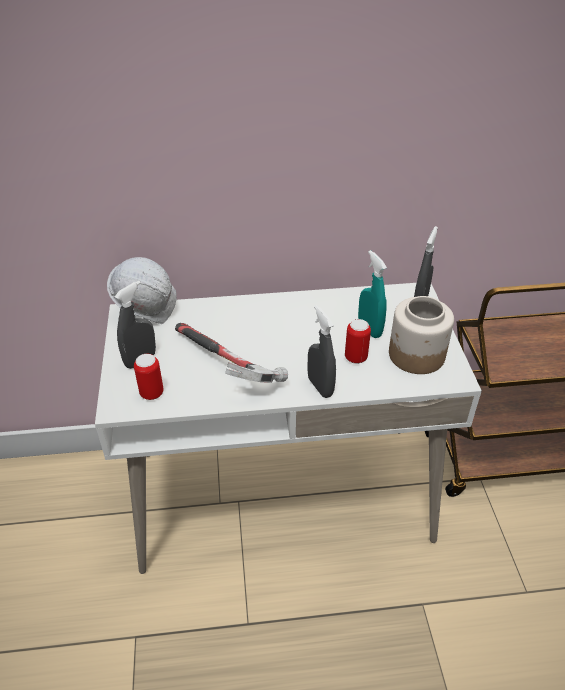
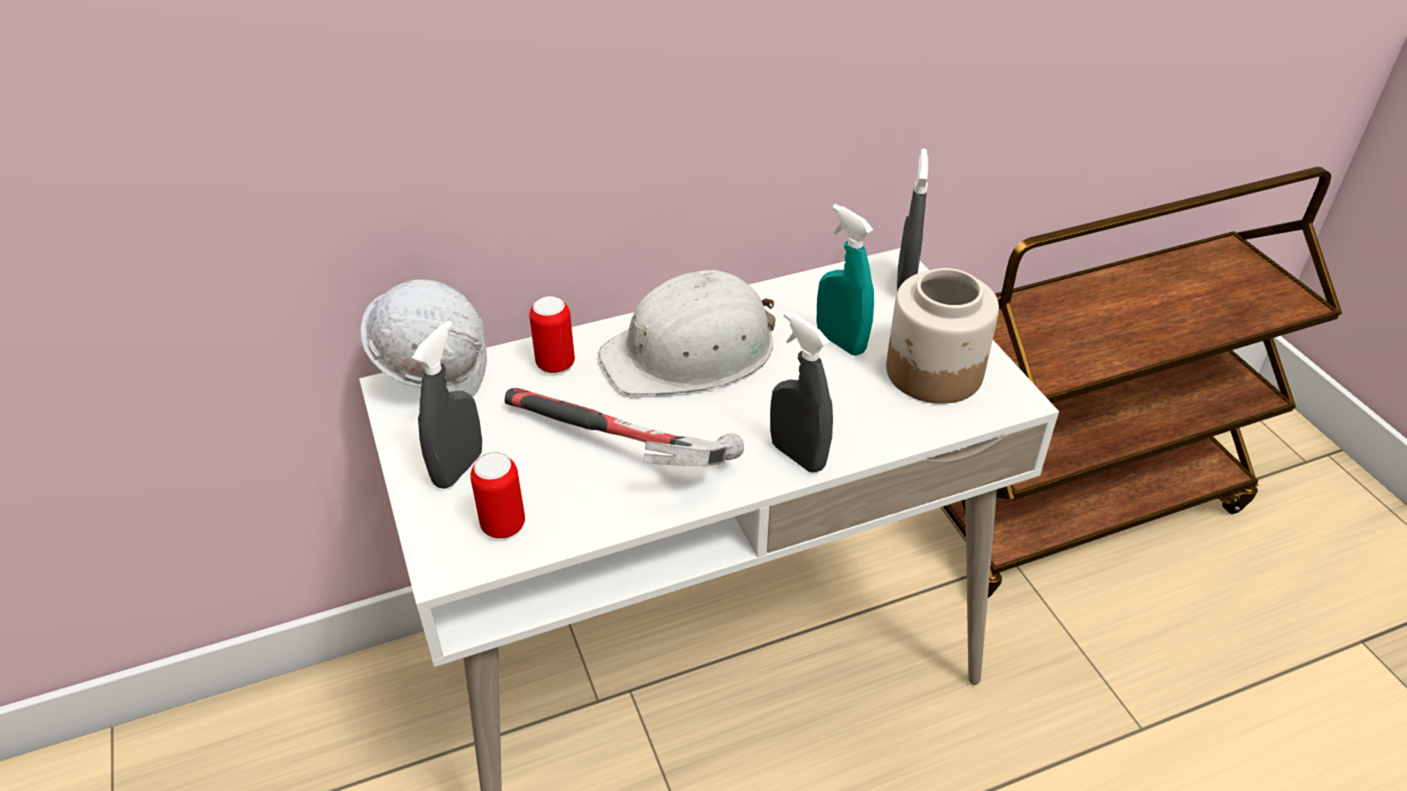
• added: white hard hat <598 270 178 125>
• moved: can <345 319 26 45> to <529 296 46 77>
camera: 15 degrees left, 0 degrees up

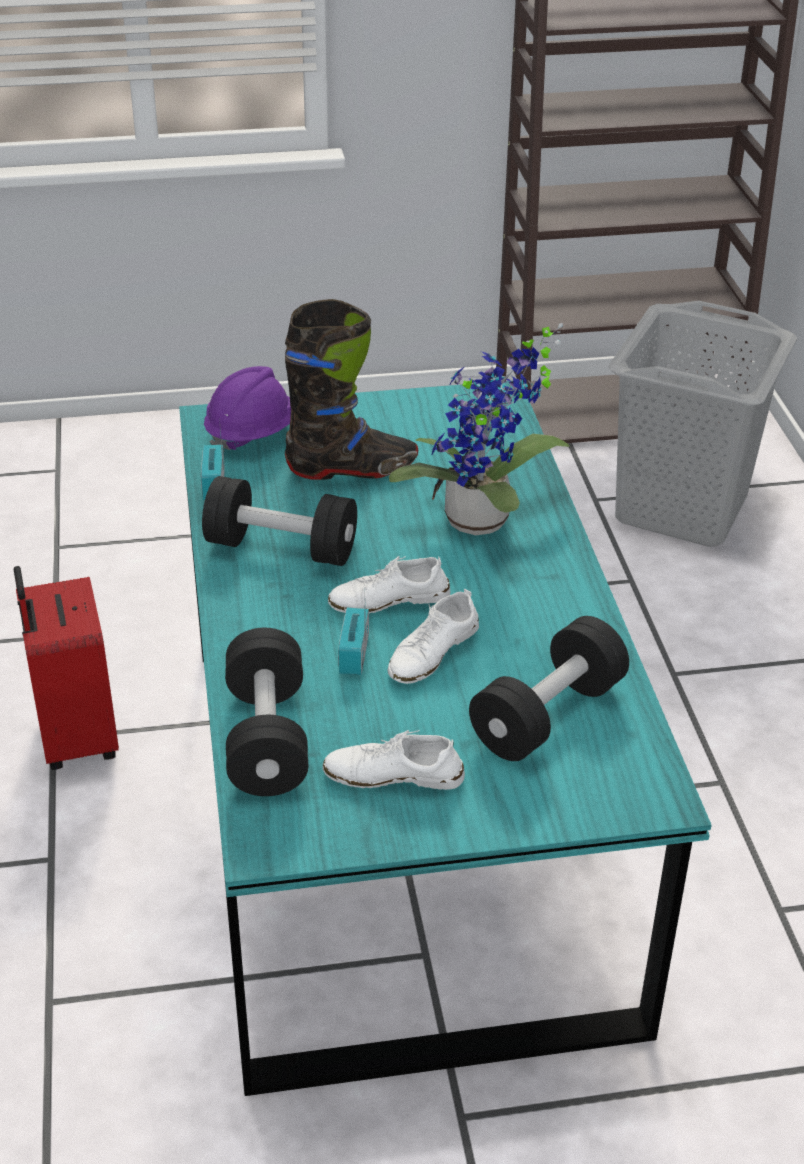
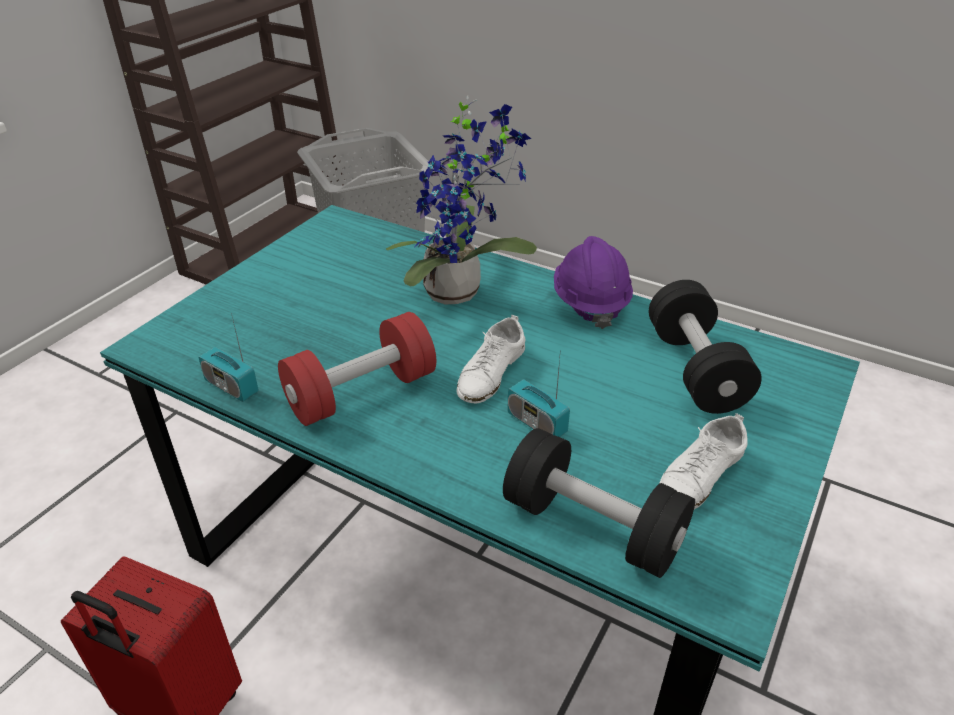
• removed: black boot <285 299 133 181>
• removed: white shoe <387 589 92 95>
• moved: purple hard hat <204 366 87 86> to <554 236 79 93>
• recoloured: black dumbbell <202 476 155 90> to red dumbbell <278 312 158 114>
camera: 50 degrees left, 0 degrees up

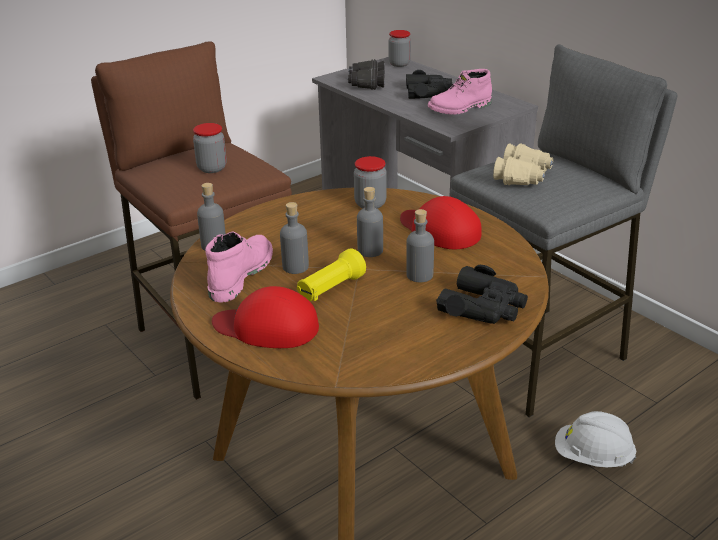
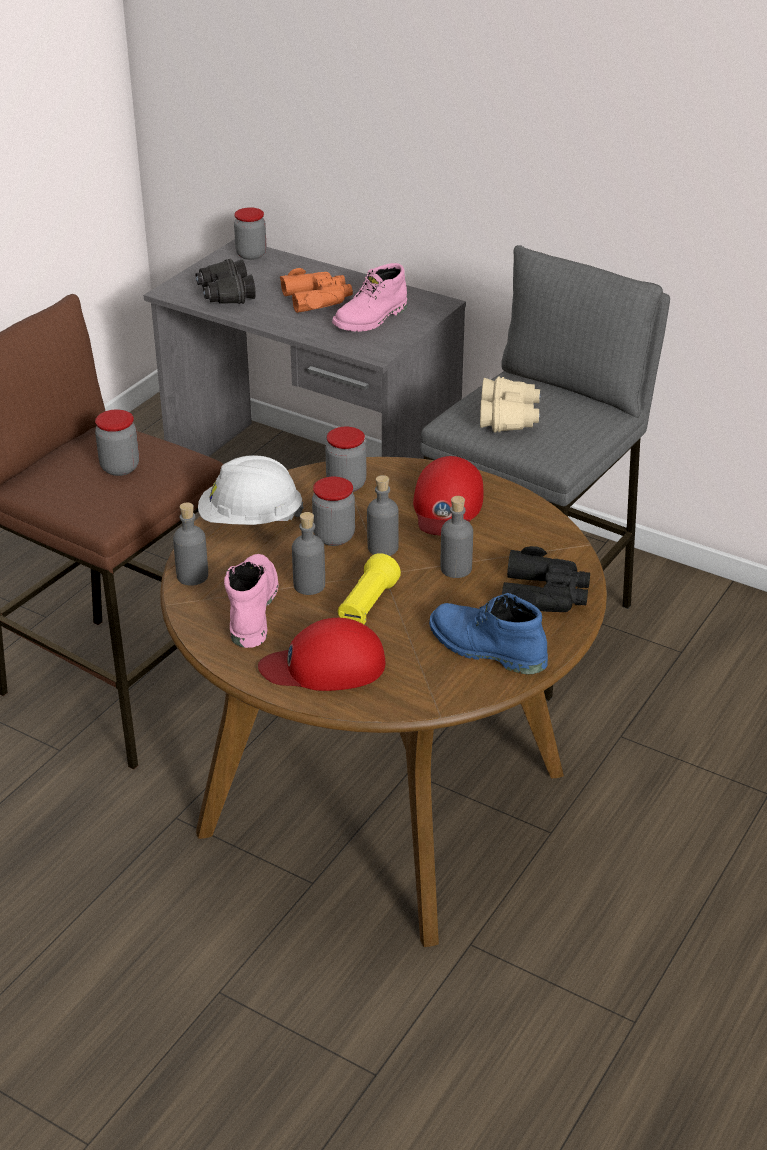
• added: jar <312 477 43 69>
• added: blue boot <429 593 119 81>
• moved: white hard hat <555 411 81 56> to <198 455 106 70>
• recoloured: black binoculars <406 70 47 29> to orange binoculars <280 268 73 45>
• turned: red cap <400 196 81 53> = <413 456 70 80> 105 degrees counterclockwise
camera: 20 degrees left, 5 degrees up

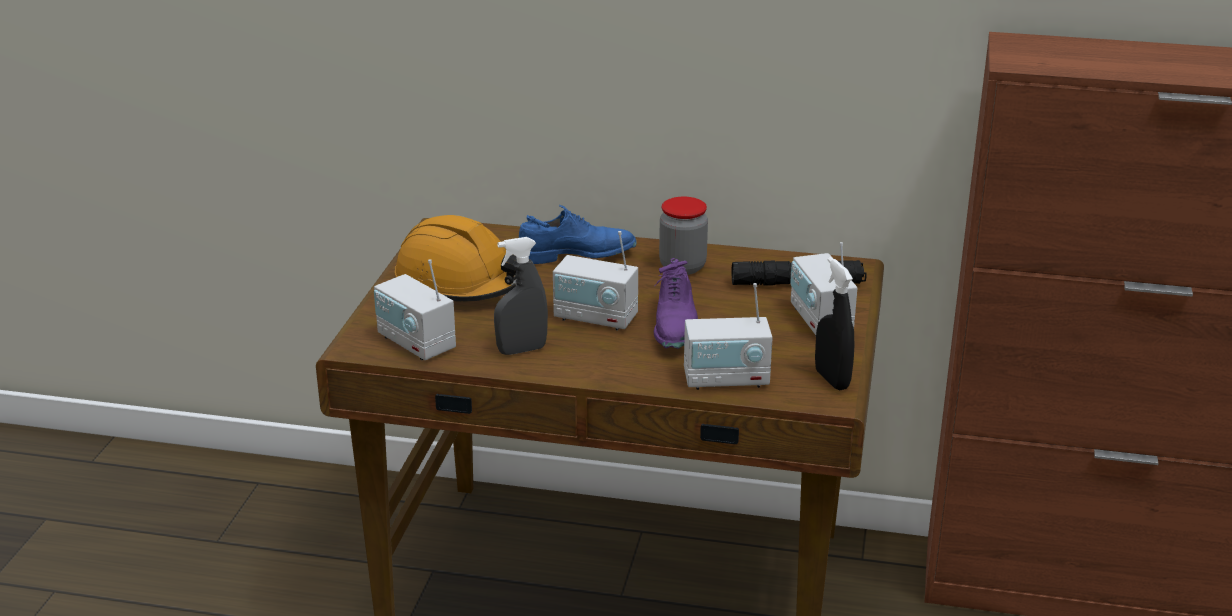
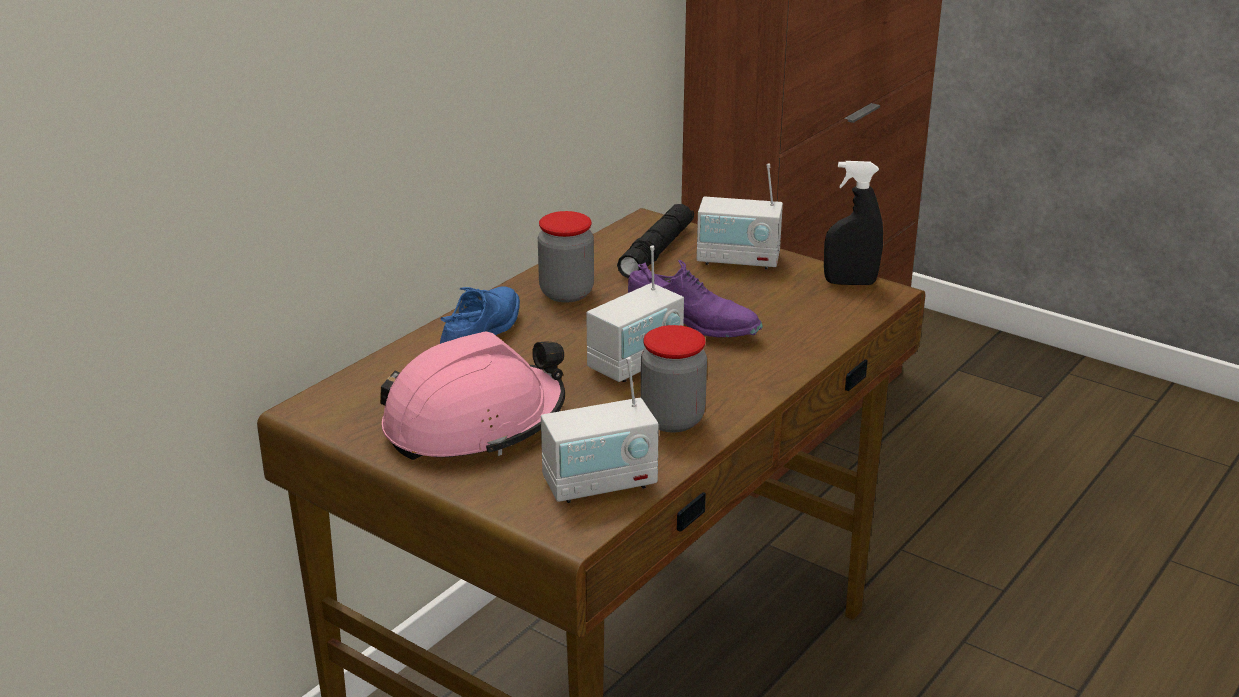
• removed: radio <684 283 88 107>
• replaced: grey spray bottle <494 237 54 118> to jar <641 325 66 107>
• recoloured: orange hard hat <395 215 122 87> to pink hard hat <380 331 185 129>
camera: 65 degrees left, 0 degrees up

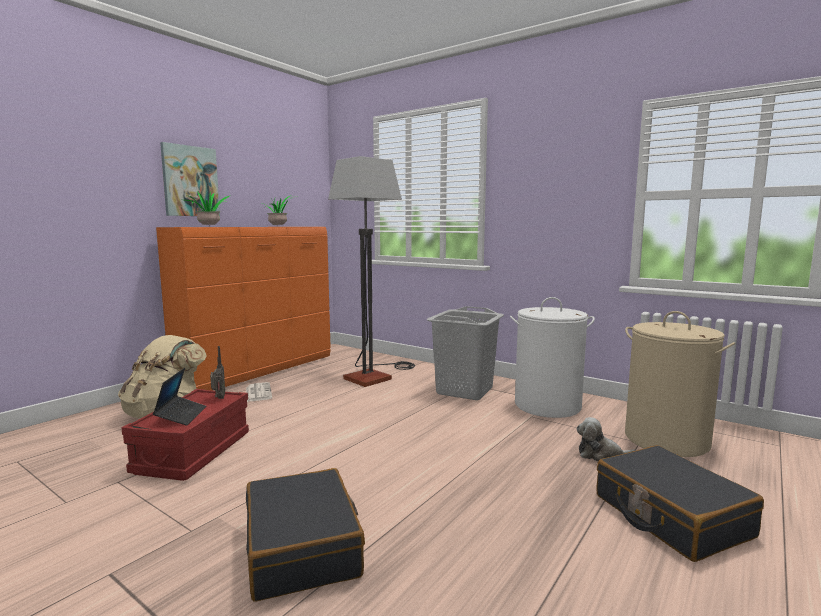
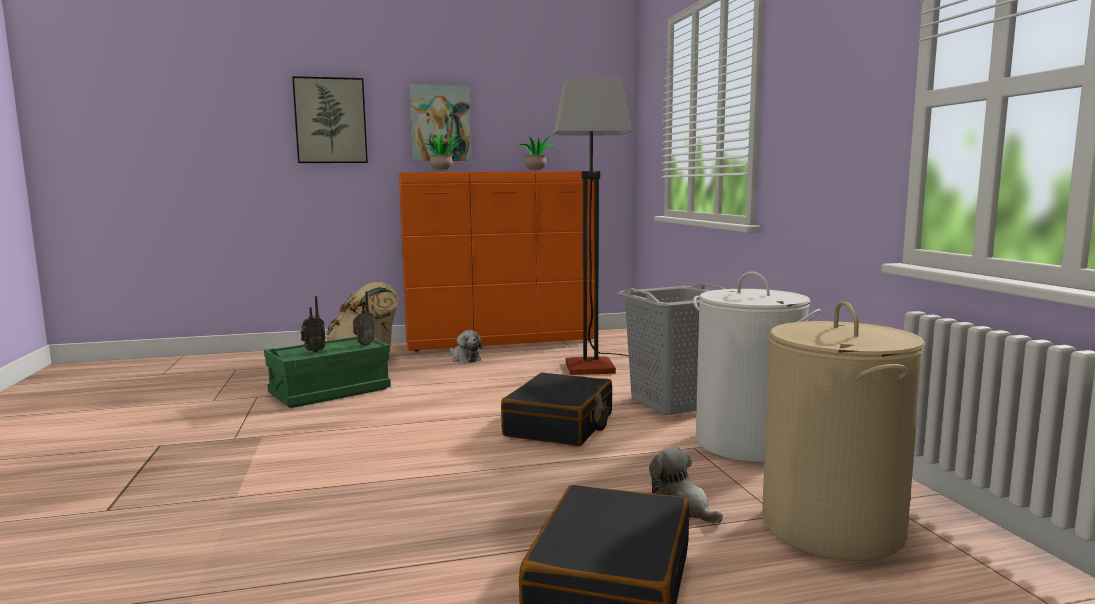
• added: picture <292 76 76 87>
• moved: black suitcase <246 468 119 134> to <501 372 111 75>
• replaced: laptop <153 368 53 58> to radio <300 296 26 56>
• replaced: newspaper <246 382 26 20> to plush toy <450 330 32 33>
• recoloured: red storage box <121 389 128 92> to green storage box <264 336 127 72>
camera: 40 degrees right, 0 degrees up

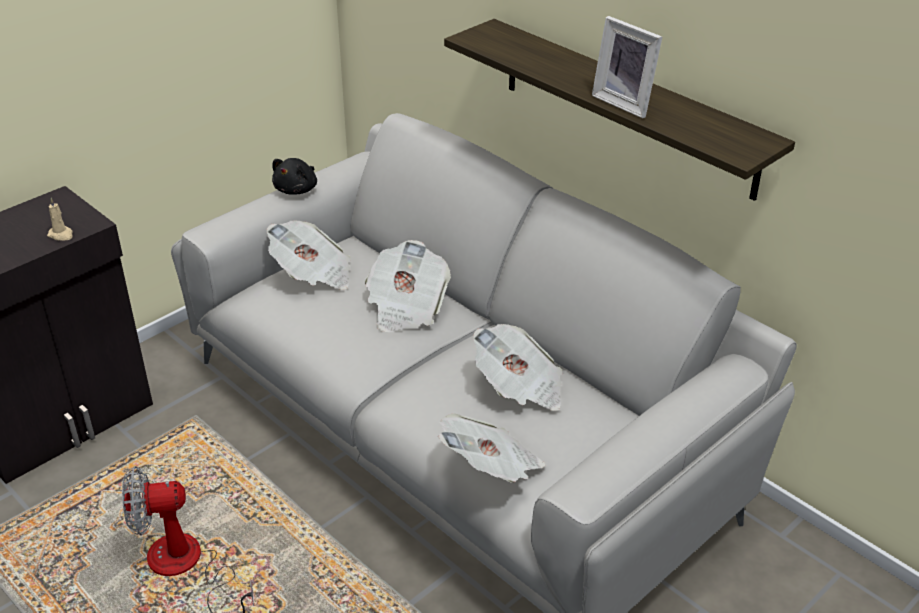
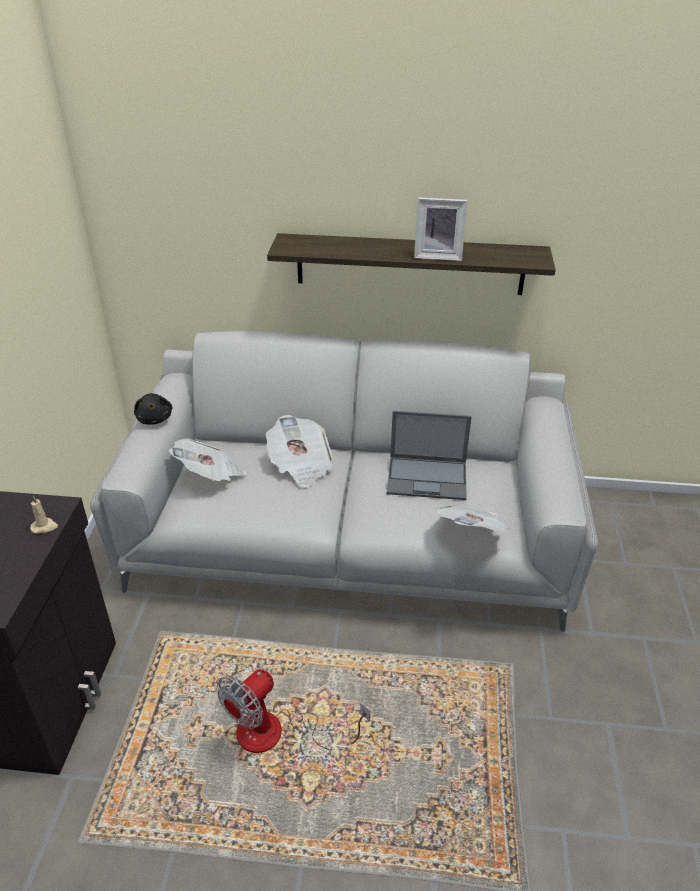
• replaced: newspaper <473 324 90 87> to laptop <387 411 85 89>
camera: 40 degrees left, 0 degrees up

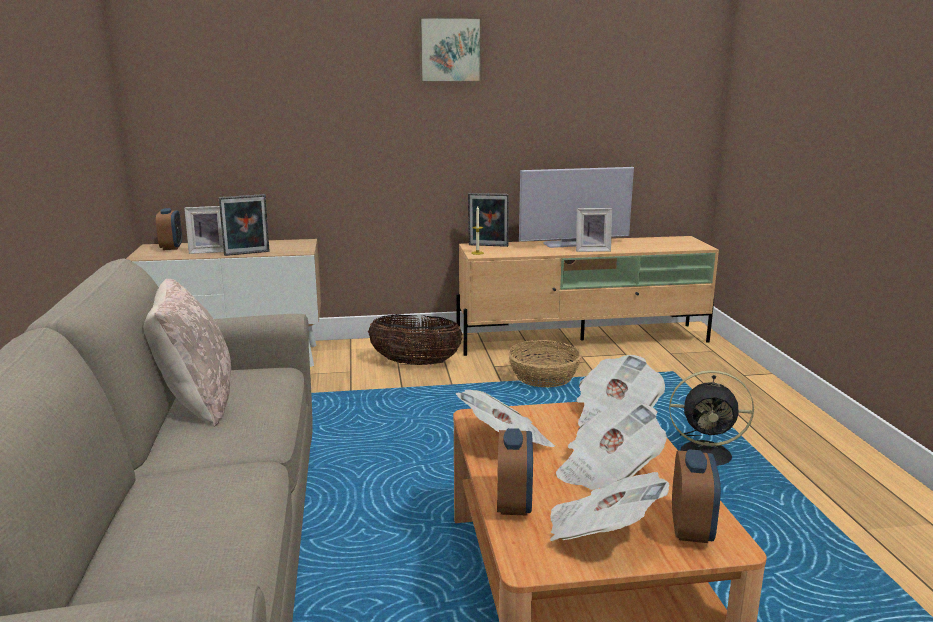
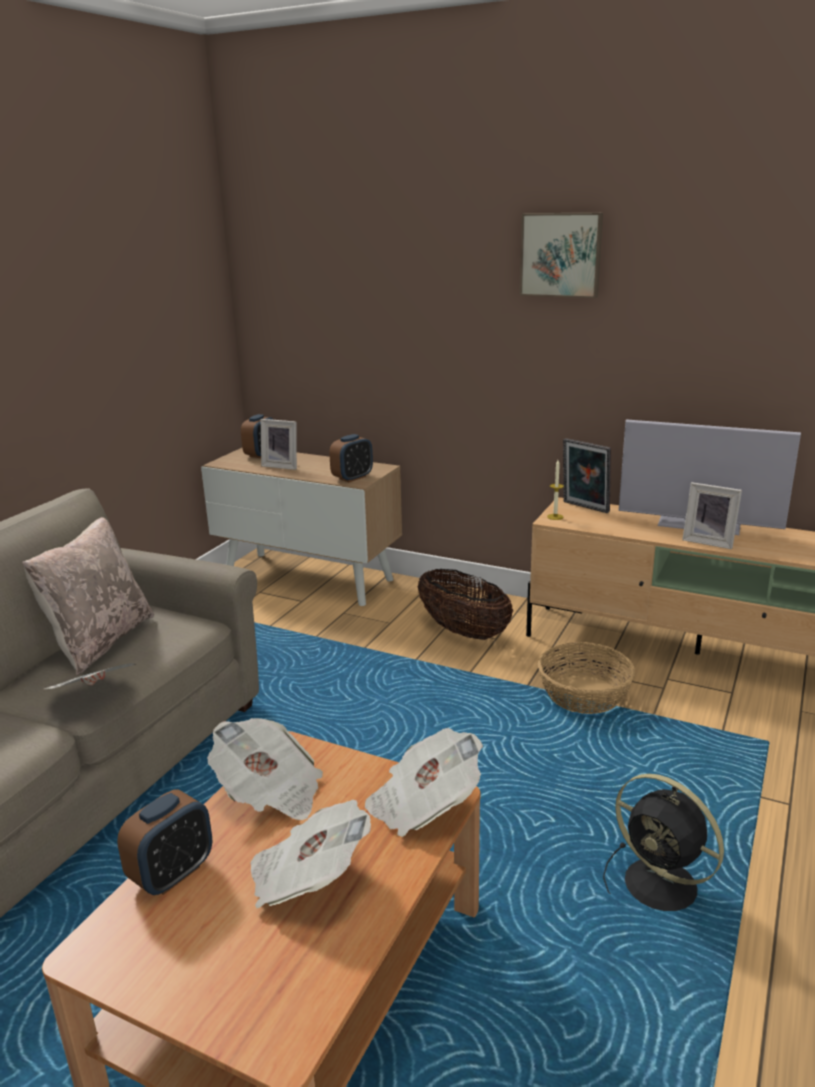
• removed: picture frame <219 194 51 62>
• moved: newspaper <550 472 119 69> to <44 663 92 27>
• moved: alarm clock <672 449 49 94> to <329 434 44 48>
camera: 35 degrees right, 5 degrees up

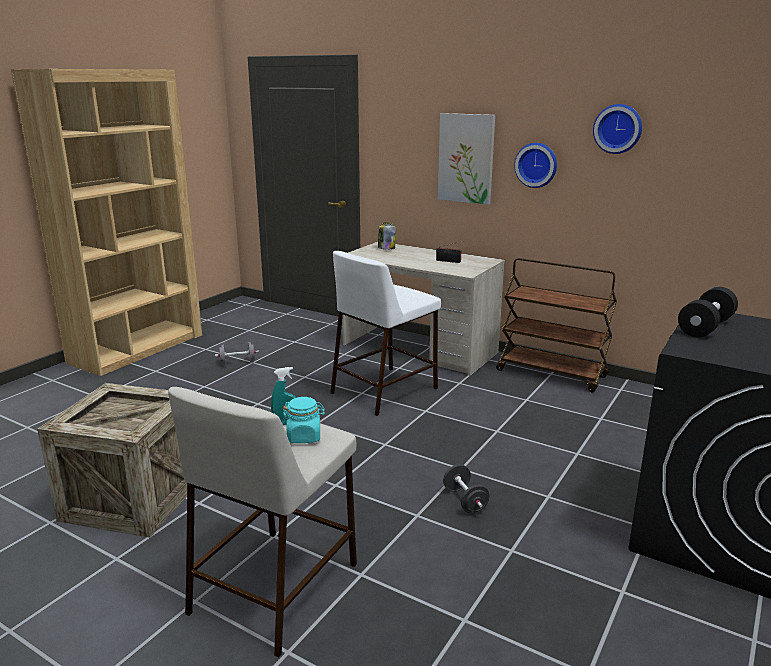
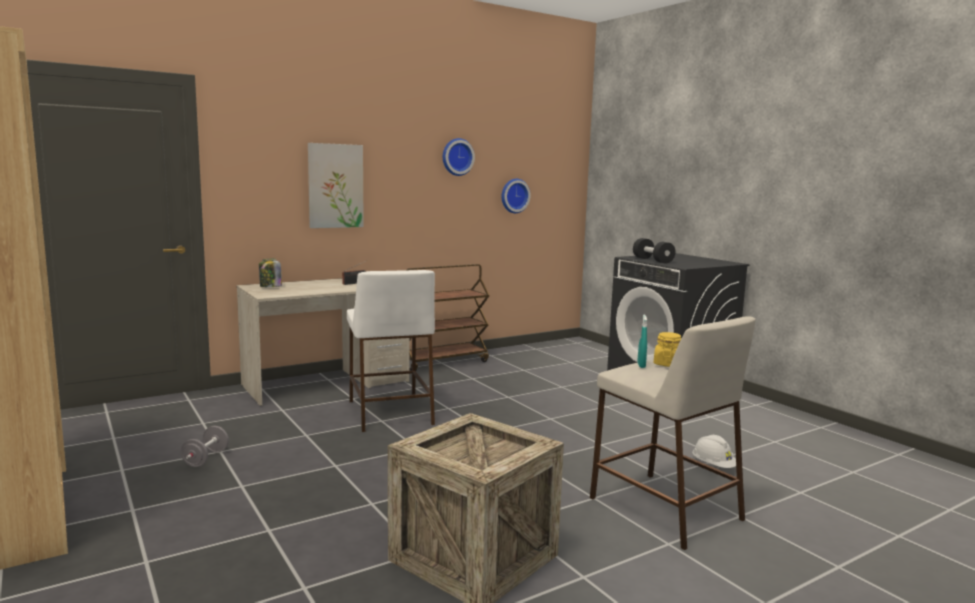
• removed: black dumbbell <443 464 47 49>
• added: white hard hat <692 435 44 33>
• moved: wall clock <514 143 43 45> to <502 179 29 34>
• recoloured: turquoise jar <282 397 43 46> to yellow jar <654 332 27 35>
camera: 65 degrees left, 10 degrees down

